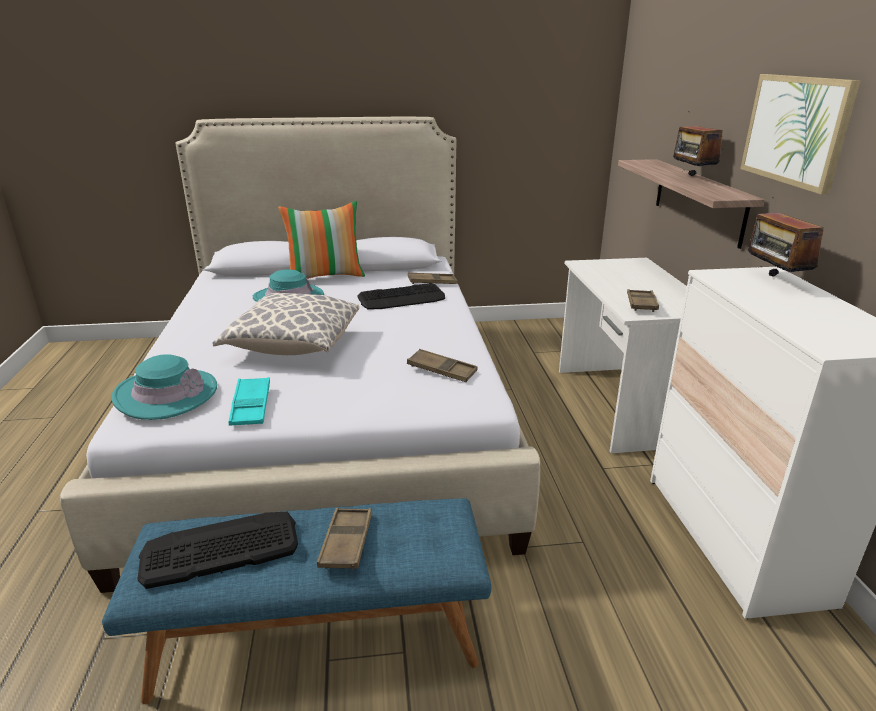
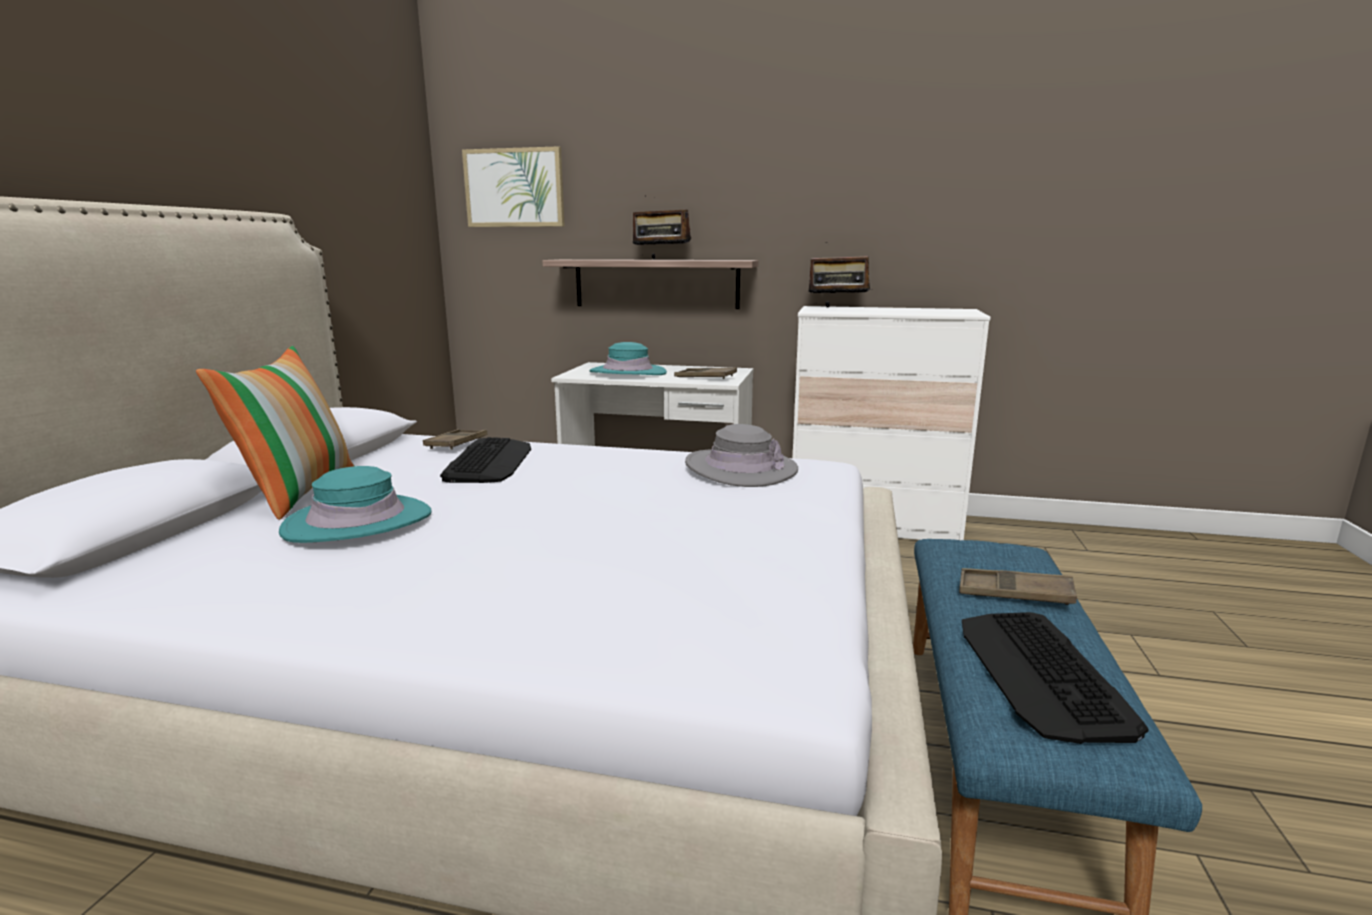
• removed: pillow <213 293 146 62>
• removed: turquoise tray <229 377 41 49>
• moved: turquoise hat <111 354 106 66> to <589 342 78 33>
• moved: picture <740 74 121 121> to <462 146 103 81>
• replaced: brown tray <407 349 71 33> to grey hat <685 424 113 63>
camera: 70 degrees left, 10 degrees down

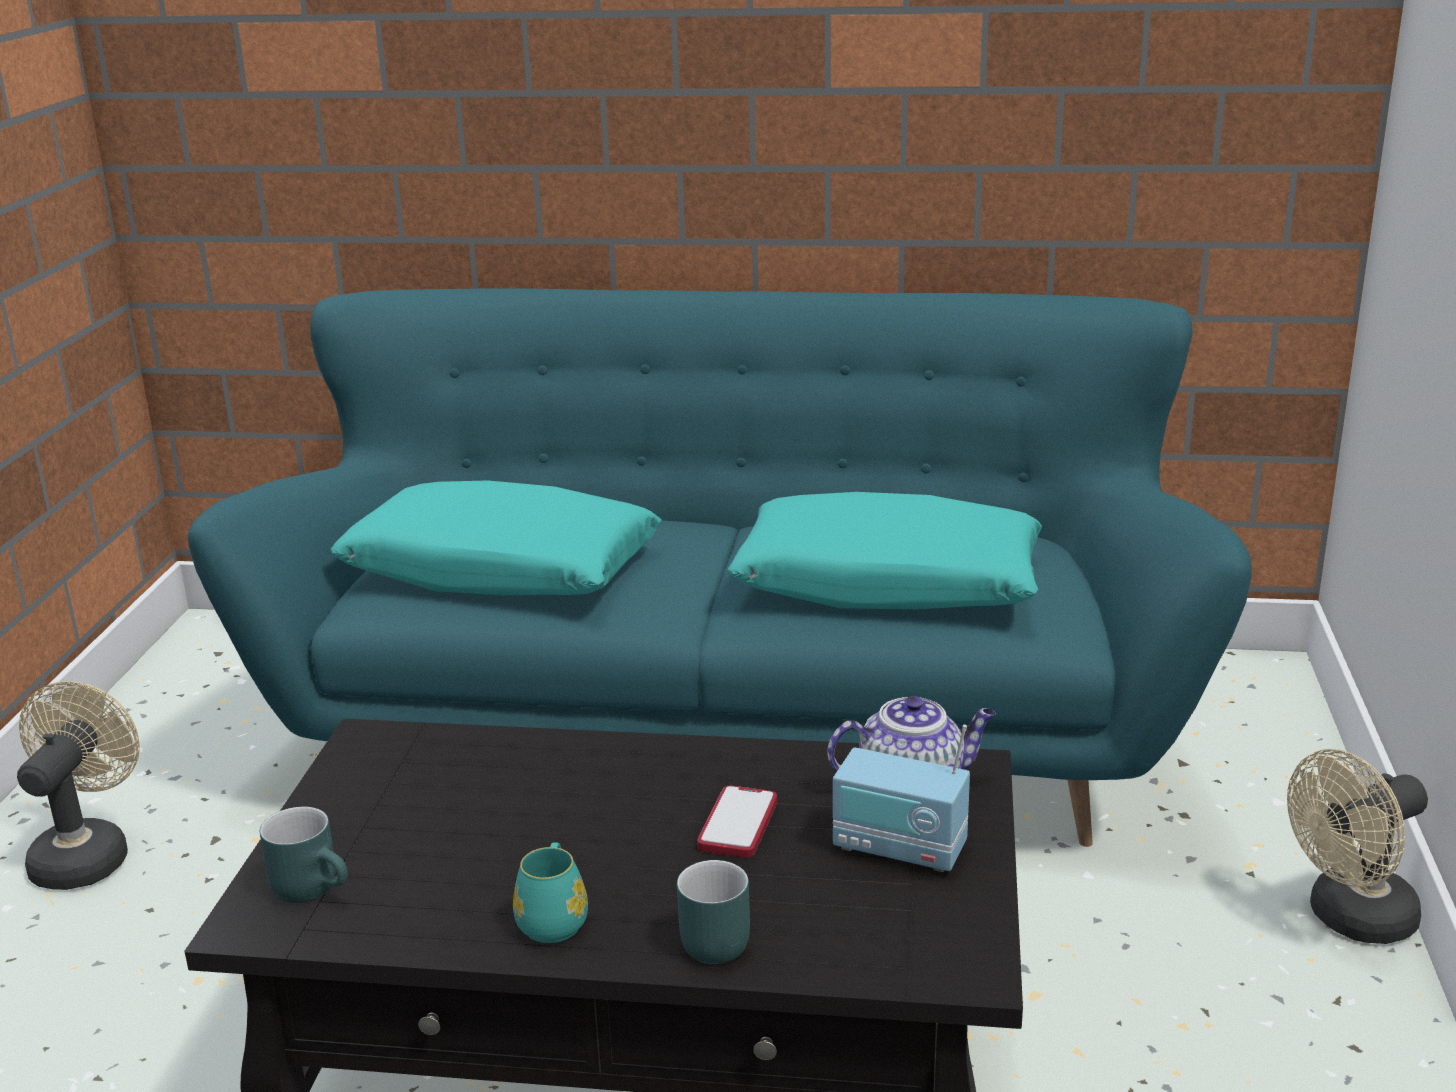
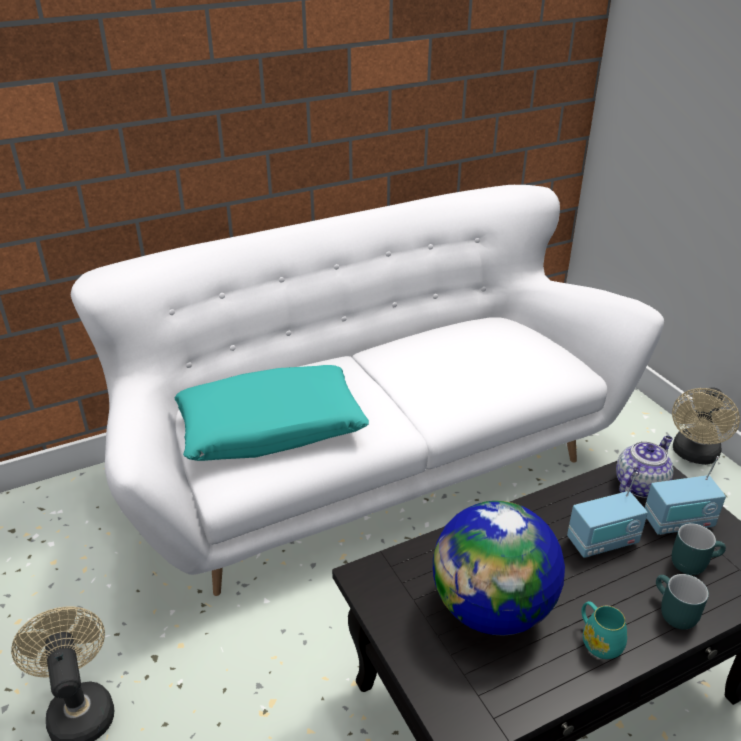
• removed: turquoise pillow <727 492 315 117>
• added: globe <433 501 132 135>
• moved: turquoise mug <260 807 88 96> to <672 523 54 52>
• replaced: phone <697 786 80 72> to radio <567 472 81 86>
• recoloured: turquoise sofa <188 288 1064 559> to white sofa <71 185 593 411>
camera: 35 degrees left, 10 degrees up

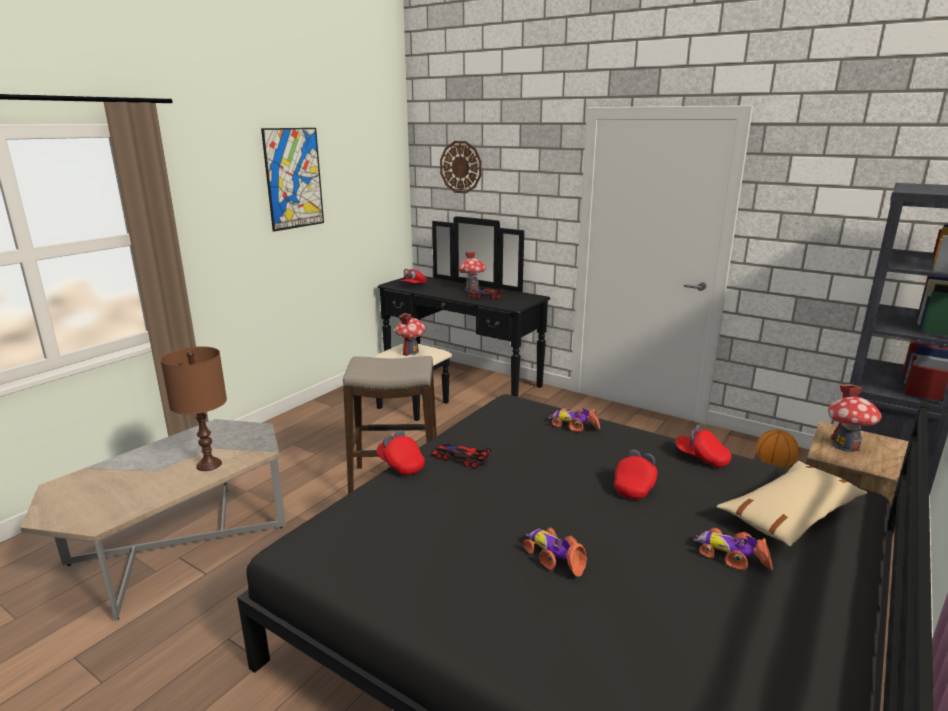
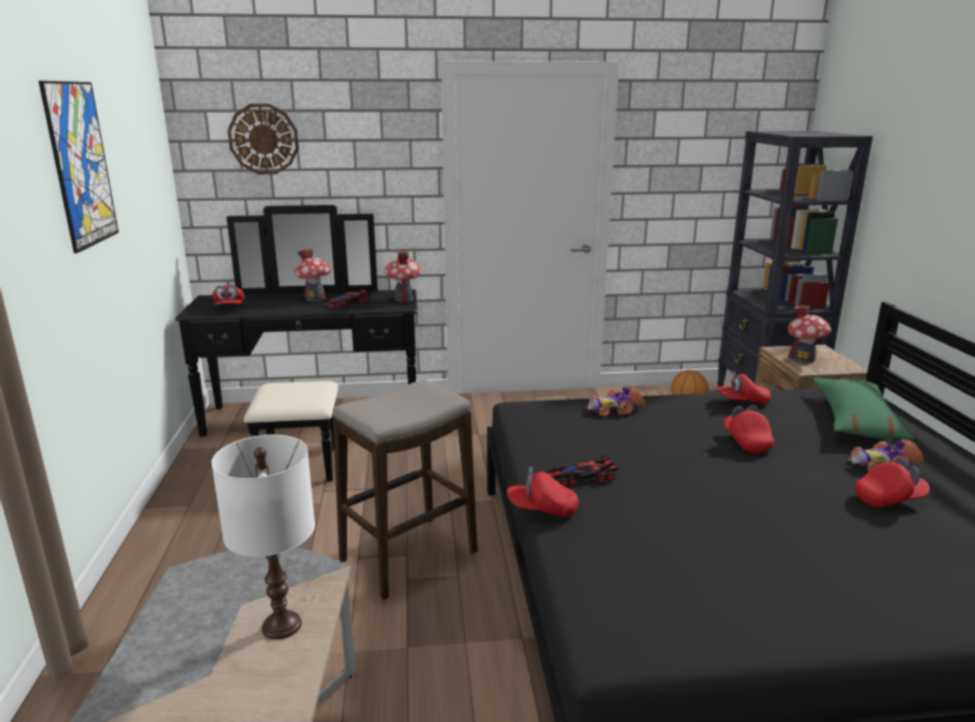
• removed: toy car <523 527 64 50>
• added: red cap <854 458 76 50>
• moved: toy house <395 313 30 43> to <384 251 37 52>
• recoloured: brown table lamp <161 346 66 125> to white table lamp <211 435 104 205>
• recoloured: beige pillow <716 461 152 85> to green pillow <812 378 102 61>
camera: 40 degrees left, 0 degrees up

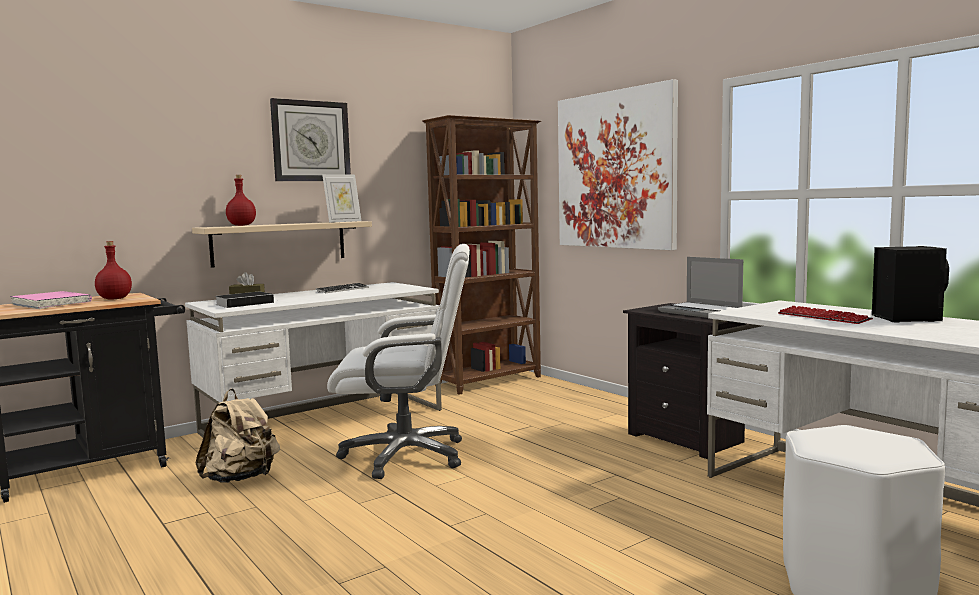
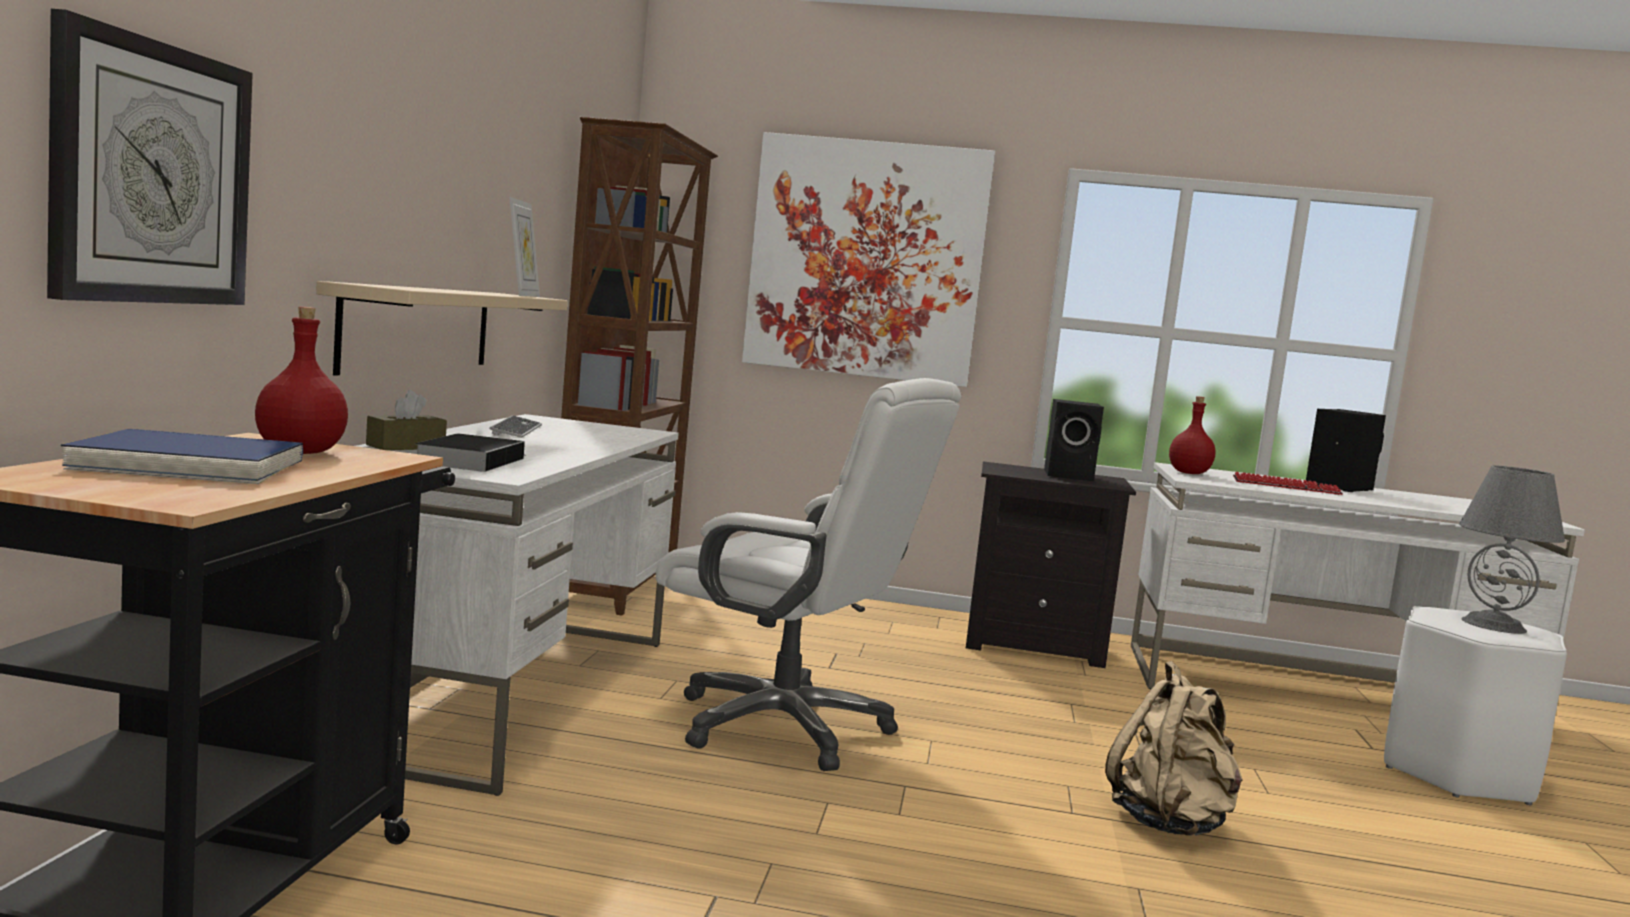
• added: grey table lamp <1459 465 106 169>
• moved: beige backpack <196 389 84 94> to <1105 661 138 175>
• moved: red bottle <226 175 30 51> to <1169 396 46 78>
• moved: wall clock <270 98 81 83> to <47 9 206 296>
• replaced: laptop <658 257 85 61> to black speaker <1044 399 60 82>
• recoloured: pink book <10 291 82 18> to blue book <61 429 242 55>
• turned: white office chair <327 244 143 235> = <655 378 306 393> 75 degrees clockwise
camera: 45 degrees left, 0 degrees up

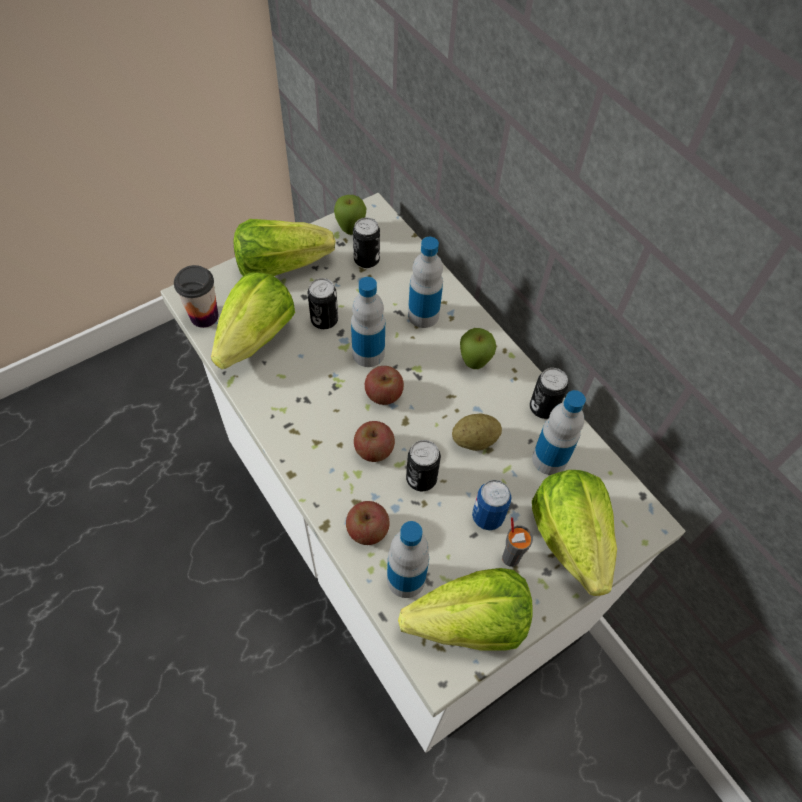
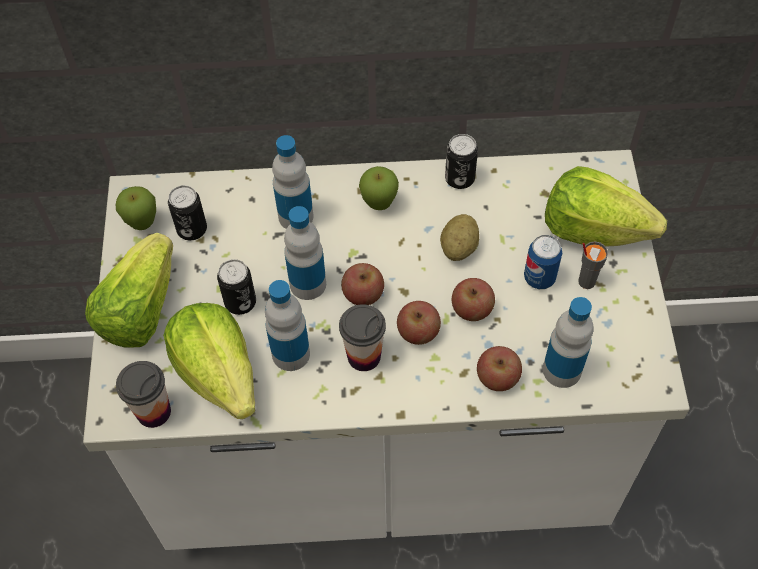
• removed: lettuce <398 568 135 83>
• added: cup <339 304 47 67>
• moved: bottle <532 390 54 85> to <265 280 45 91>
• replaced: can <406 440 35 51> to apple <452 278 43 43>
camera: 55 degrees left, 0 degrees up

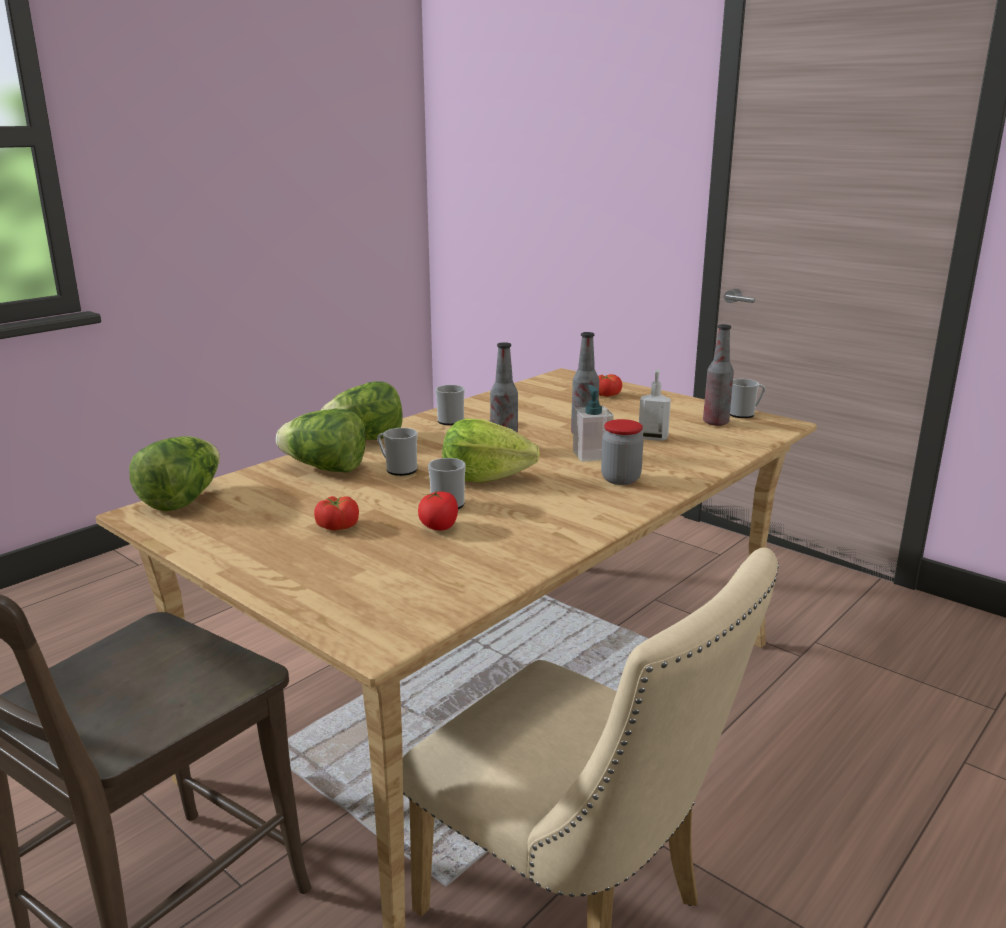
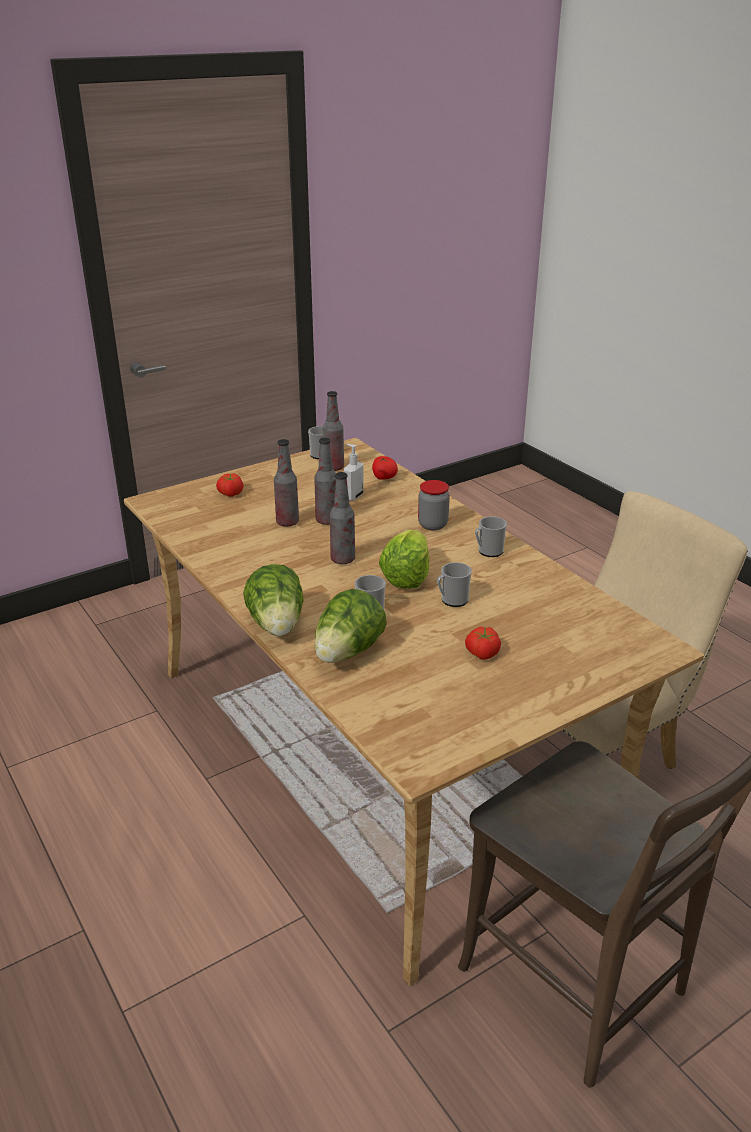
• removed: lettuce <129 436 91 76>
• removed: soap dispenser <573 385 41 77>
• added: bottle <274 439 25 88>
• moved: tomato <418 491 40 39> to <372 456 26 24>
• moved: mug <435 385 30 40> to <475 516 32 41>
camera: 75 degrees left, 10 degrees up

